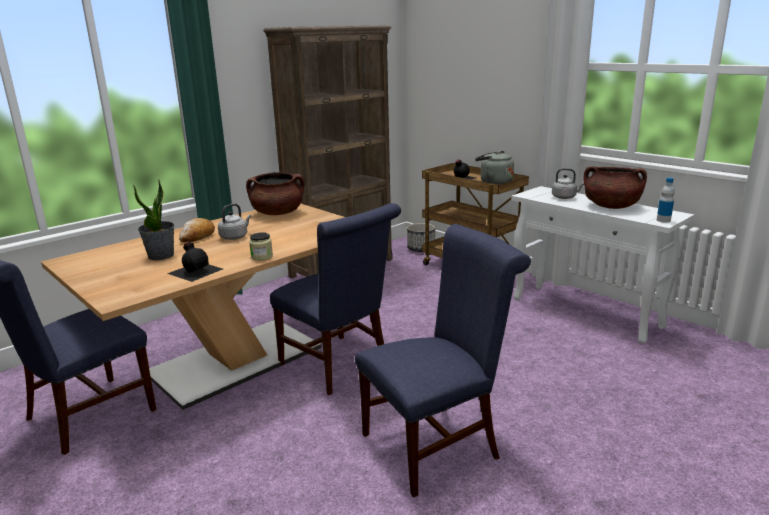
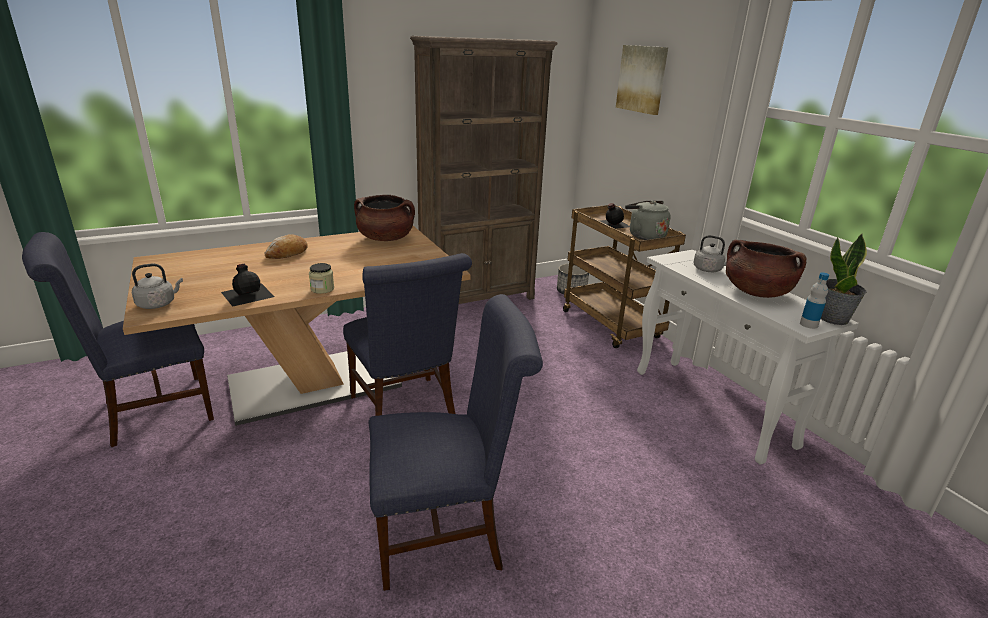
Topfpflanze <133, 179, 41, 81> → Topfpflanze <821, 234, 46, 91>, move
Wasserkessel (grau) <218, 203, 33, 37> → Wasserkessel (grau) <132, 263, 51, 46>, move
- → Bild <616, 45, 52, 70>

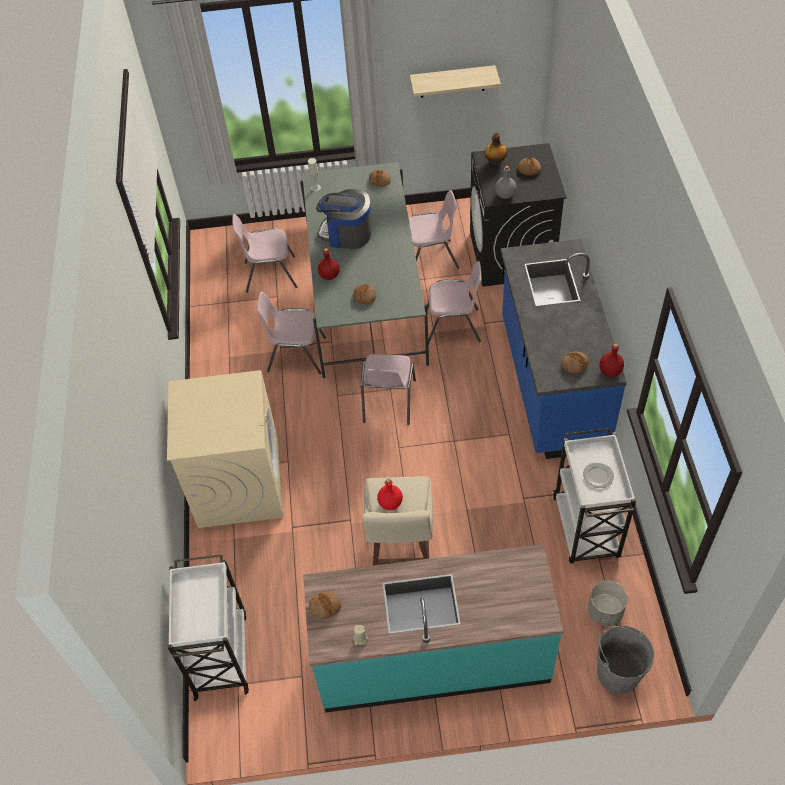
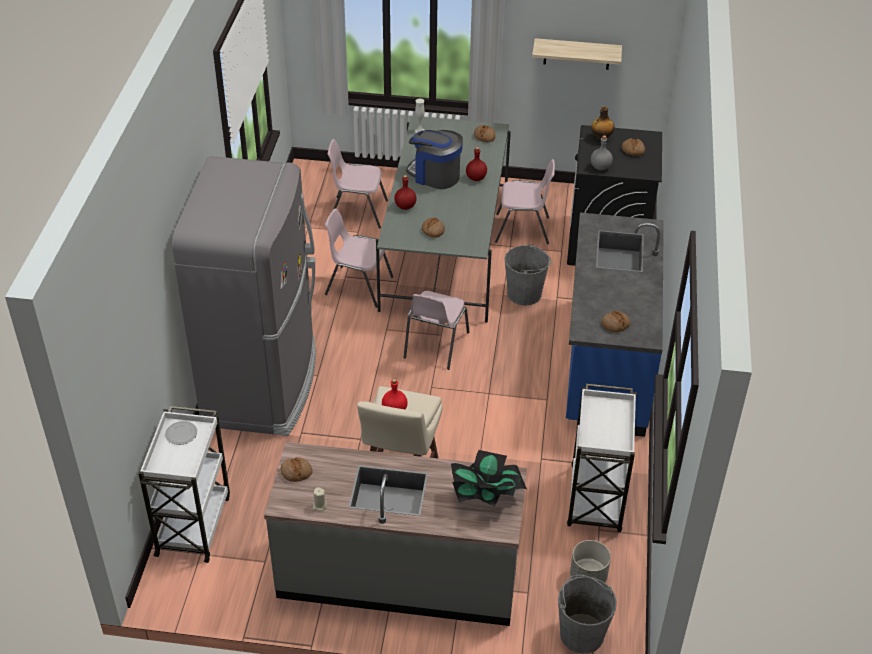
Stuhl (rosa) <427, 261, 55, 84> → Eimer (grau) <505, 244, 46, 62>
Flasche (rot) <600, 343, 24, 34> → Flasche (rot) <466, 147, 21, 34>, move
Waschmaschine (beige) <167, 370, 116, 158> → Kühlschrank (grau) <172, 156, 144, 280>
Teller <583, 462, 31, 26> → Teller <165, 421, 32, 24>, move
Küchenzeile (türkis) <303, 544, 261, 169> → Küchenzeile (grau) <264, 442, 263, 184>
- → Topfpflanze <451, 450, 76, 57>

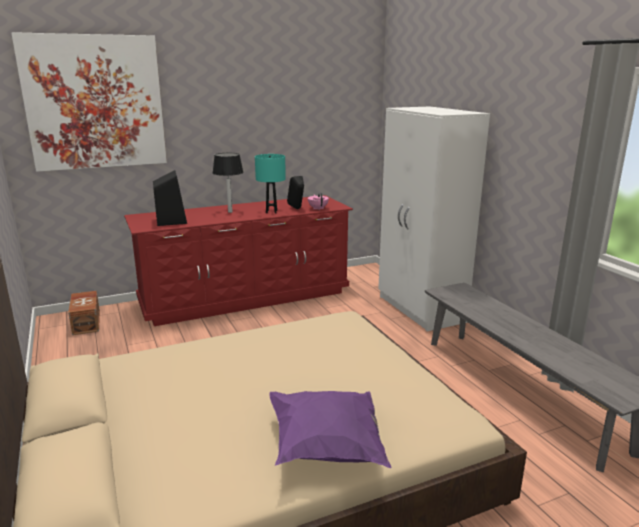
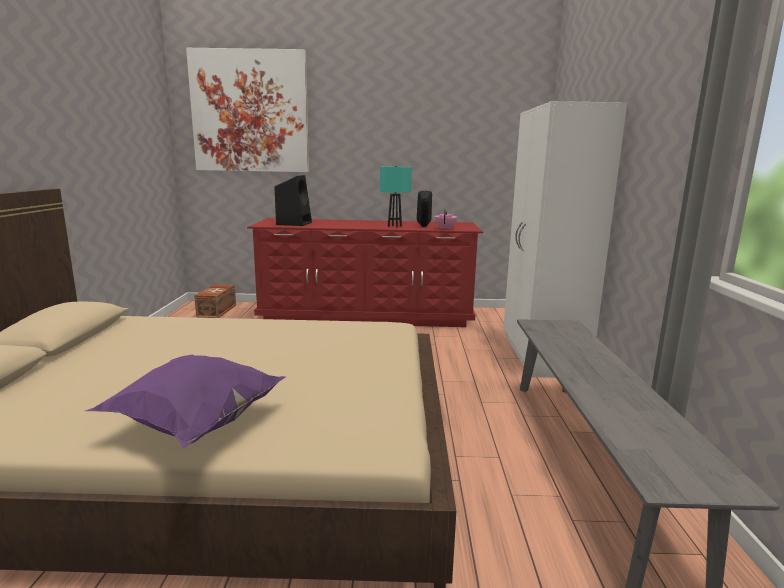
Tischlampe <213, 153, 31, 60> → -

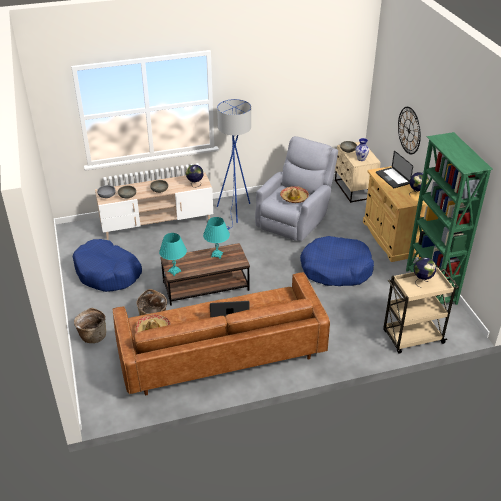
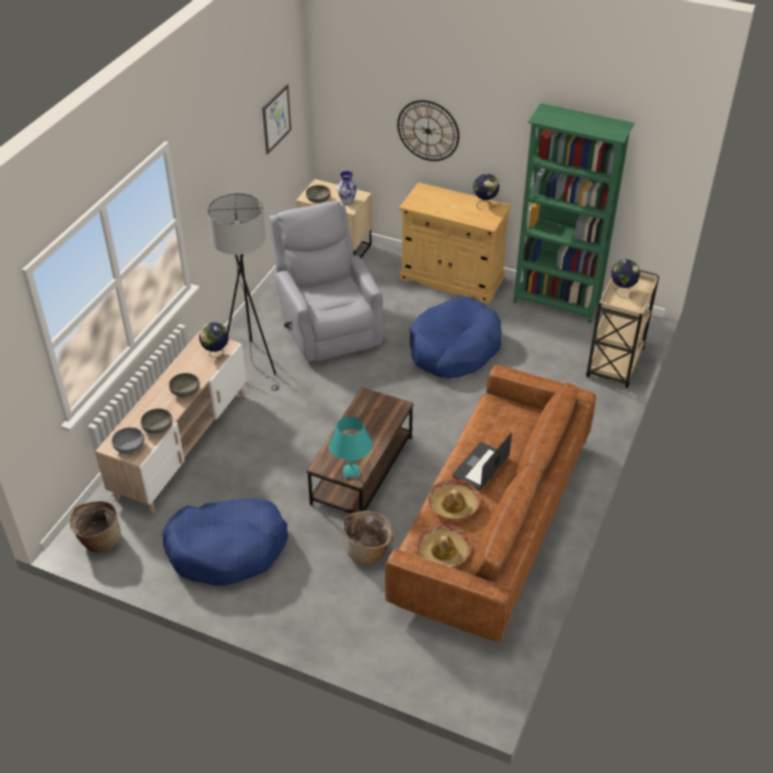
Stehlampe (blau) <217, 99, 34, 131> → Stehlampe (grau) <208, 193, 71, 198>
Laptop <376, 151, 37, 37> → -
Hut <280, 186, 29, 17> → Hut <428, 479, 53, 40>, move
Tischlampe (türkis) <203, 217, 27, 42> → -
Korb <74, 308, 32, 35> → Korb <69, 501, 52, 52>, move
- → Bild <262, 84, 29, 71>

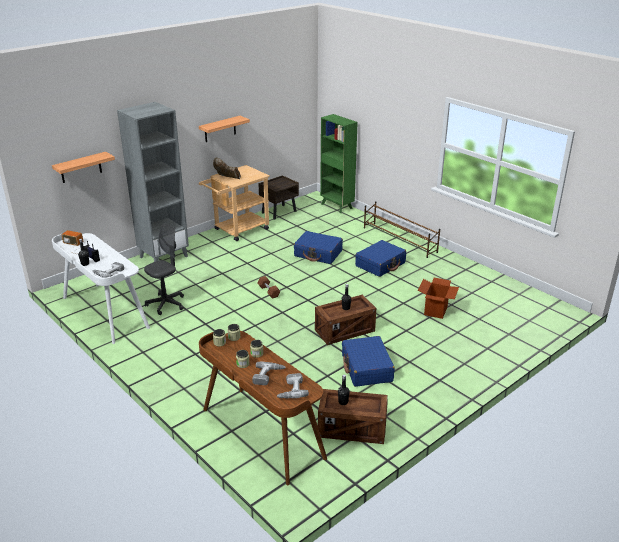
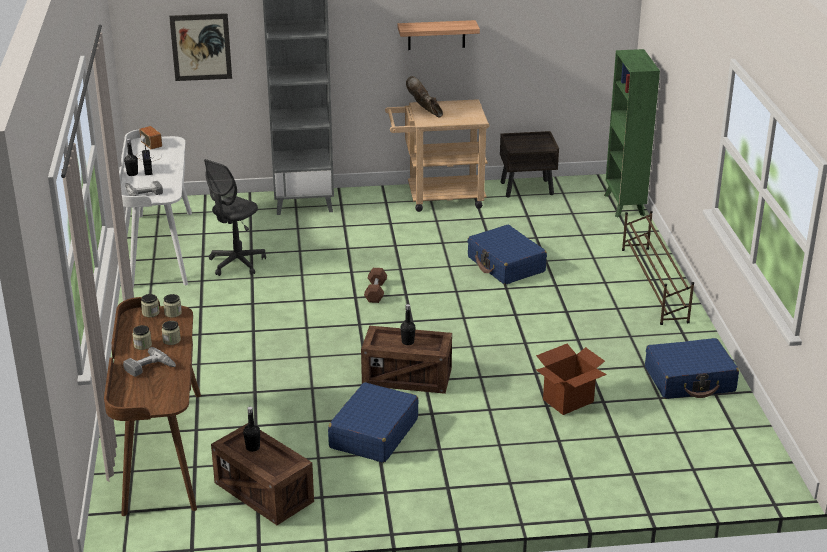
Wandregal <52, 152, 63, 31> → Bild <169, 13, 63, 68>
Bürostuhl (grau) <144, 223, 40, 92> → Bürostuhl (grau) <204, 159, 62, 117>, 135 degrees clockwise
Koffer (blau) <355, 240, 51, 37> → Koffer (blau) <645, 338, 94, 61>, move
Bohrmaschine <276, 373, 33, 25> → -

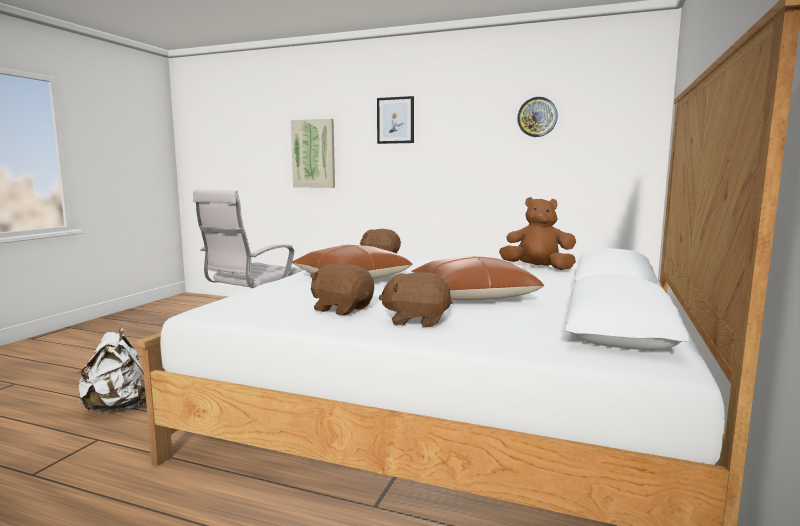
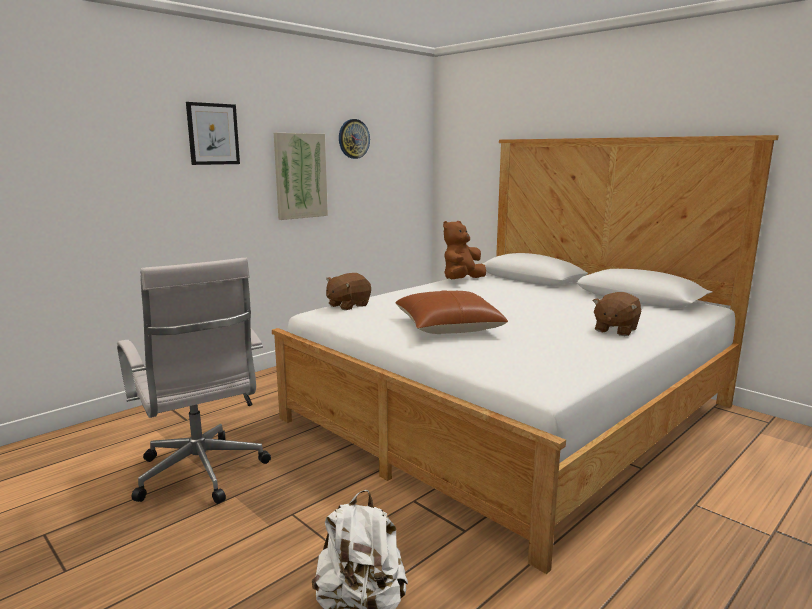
Bild <291, 119, 44, 69> → Bild <274, 133, 54, 87>, move
Kissen (braun) <412, 256, 132, 45> → -
Plüschtier (braun) <310, 264, 64, 52> → -

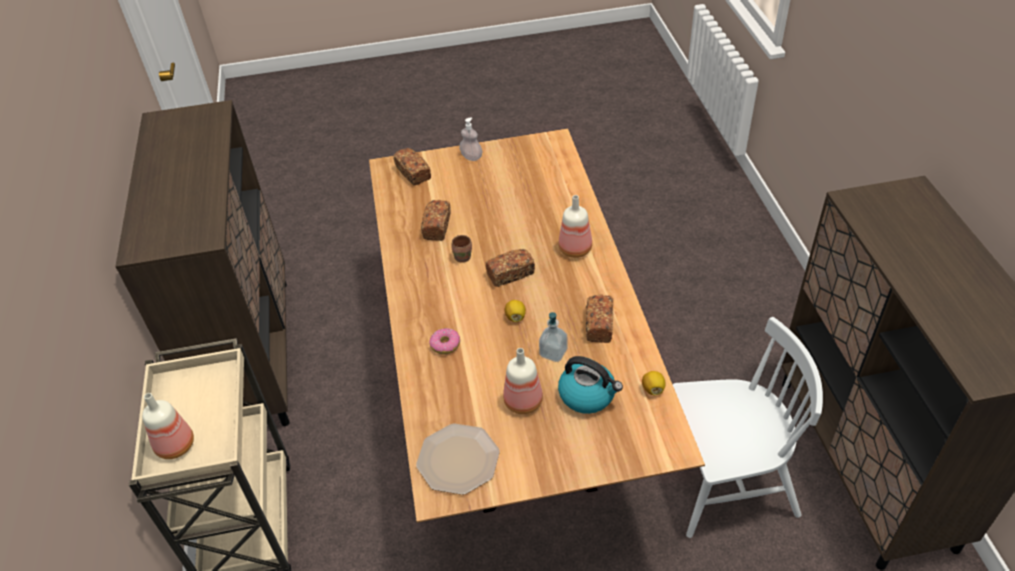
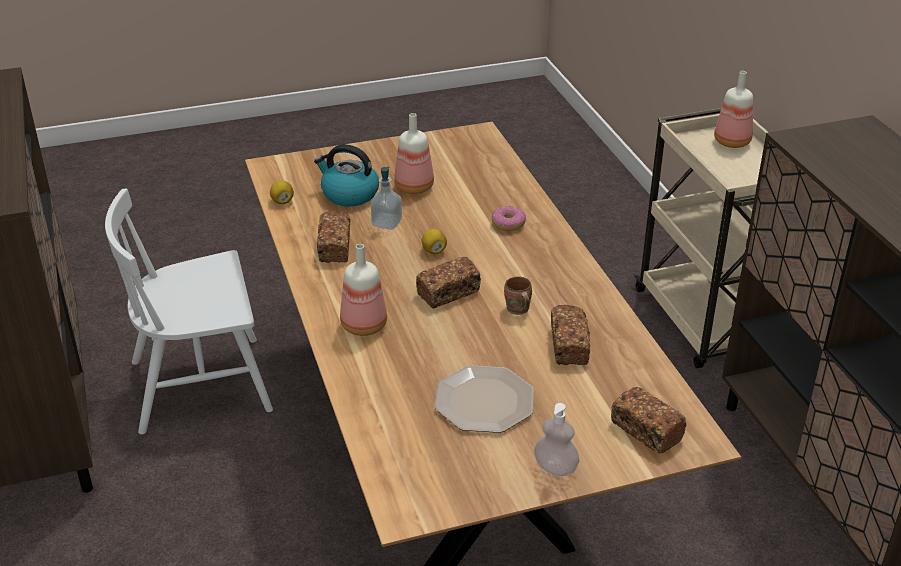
Teller <416, 423, 84, 72> → Teller <434, 365, 100, 68>, move

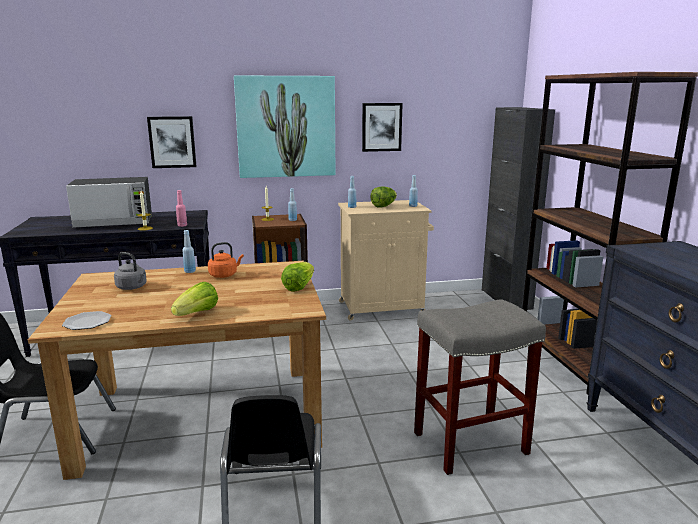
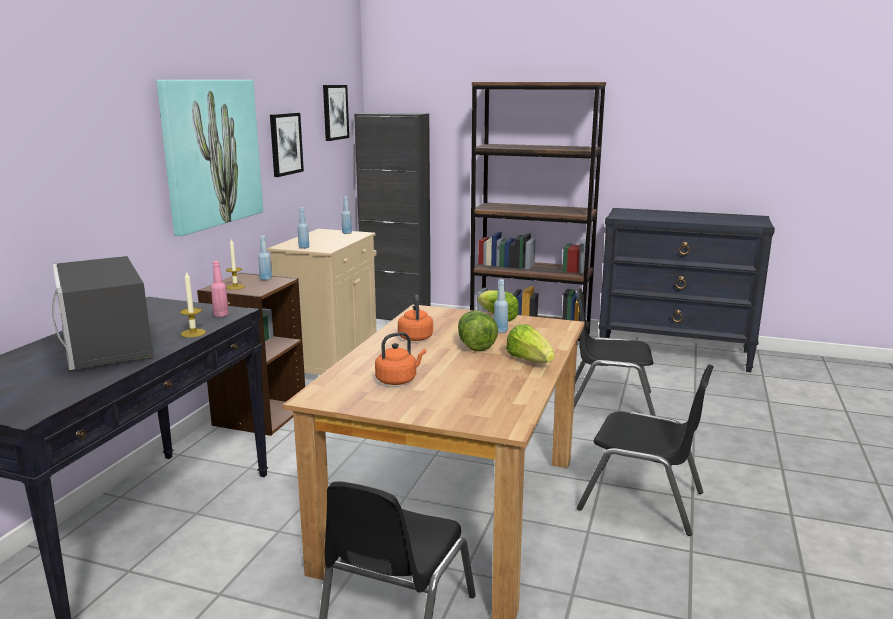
Bild <147, 116, 50, 52> → Bild <323, 85, 26, 56>, move
Mikrowelle <66, 177, 86, 51> → Mikrowelle <52, 256, 101, 114>, 135 degrees clockwise
Salatkopf <370, 186, 27, 22> → Salatkopf <458, 311, 40, 40>, move
Flasche (blau) <182, 230, 14, 43> → Flasche (blau) <494, 279, 14, 54>, move
Wasserkessel (grau) <114, 252, 33, 38> → Wasserkessel (orange) <375, 332, 51, 53>
Hocker (grau) <414, 299, 132, 176> → Stuhl (schwarz) <574, 288, 82, 128>
Teller <62, 311, 50, 19> → -

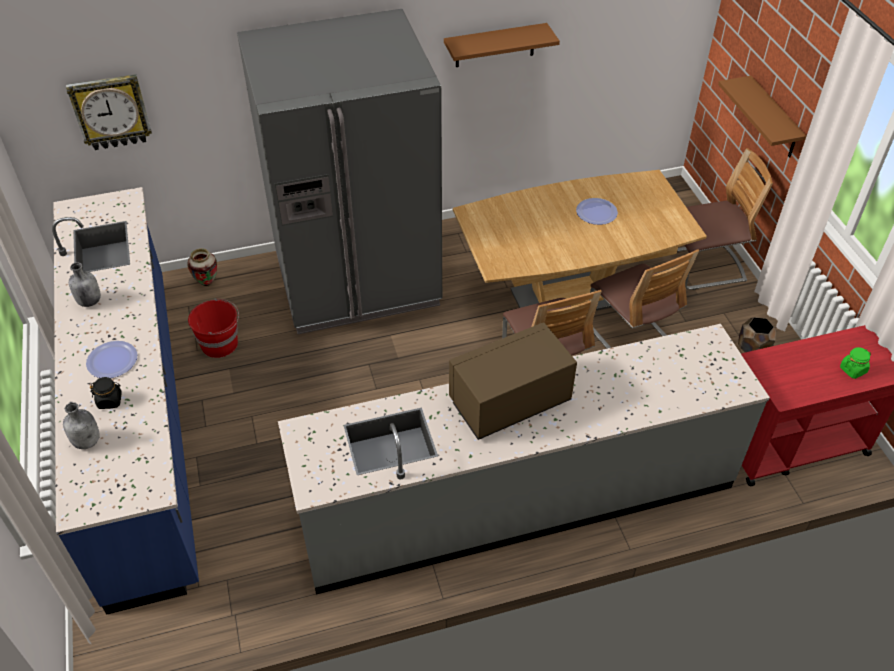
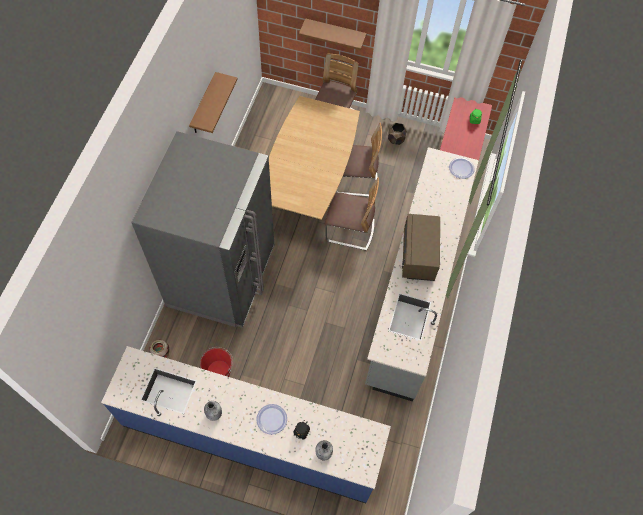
Wanduhr <66, 74, 86, 76> → -
Teller <576, 198, 42, 27> → Teller <449, 158, 26, 21>, move

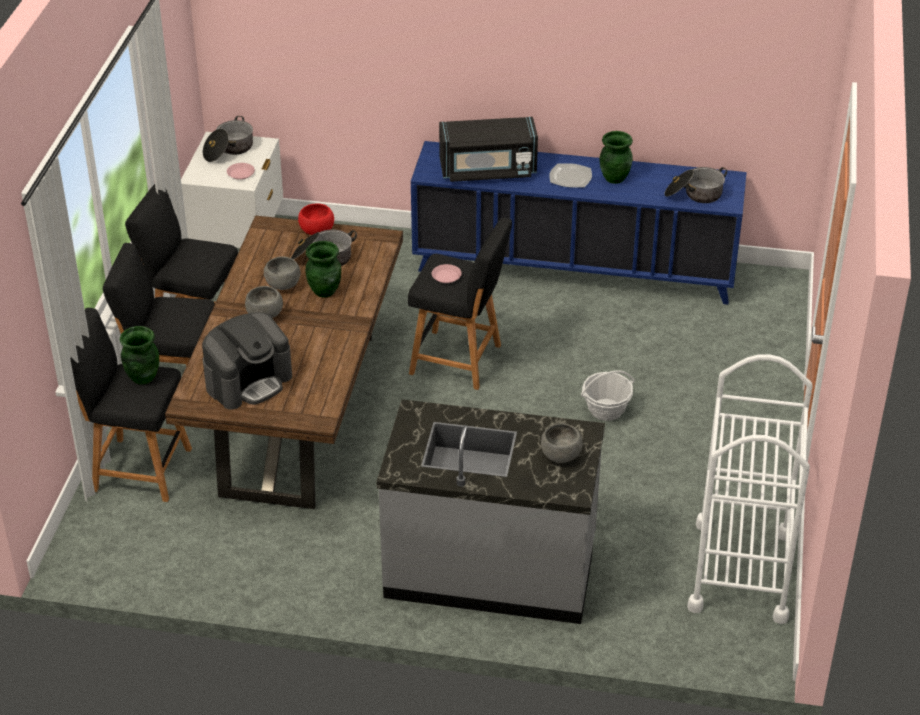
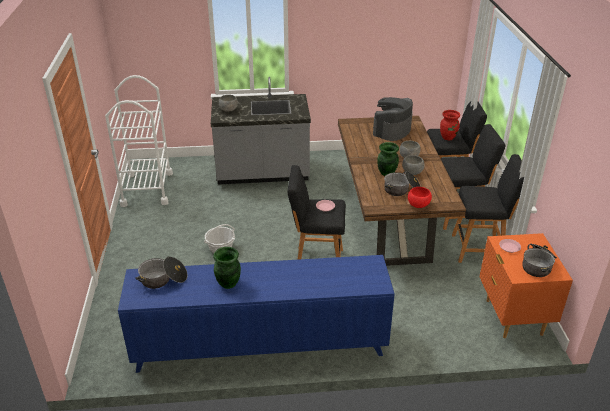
Mikrowelle (schwarz) <439, 117, 99, 65> → -
Nachttisch (weiß) <181, 132, 102, 116> → Nachttisch (orange) <480, 233, 93, 105>
Teller <549, 163, 43, 25> → -
Vase (grün) <120, 326, 39, 58> → Vase (rot) <440, 110, 20, 30>

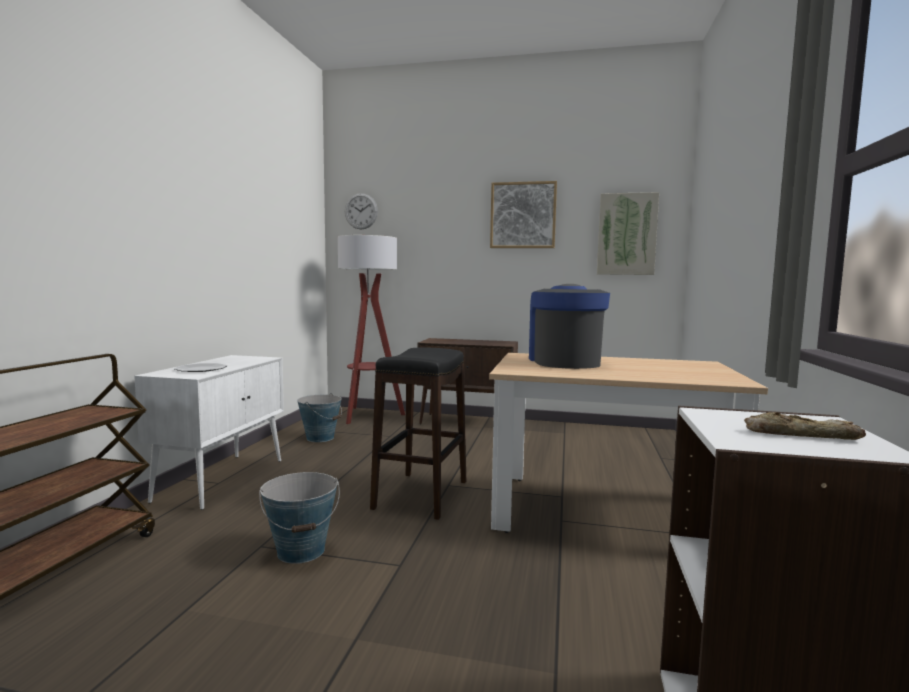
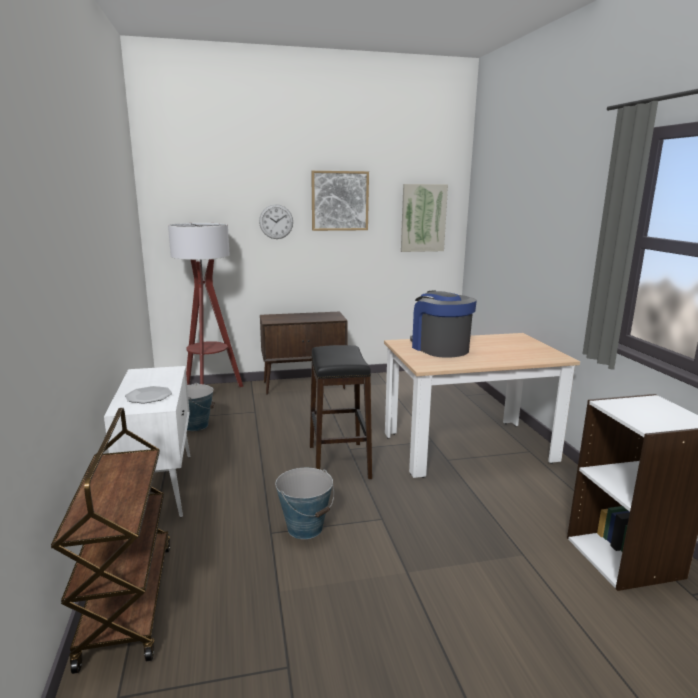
Wanduhr <345, 193, 33, 37> → Wanduhr <259, 204, 34, 35>, move
Brot <744, 412, 122, 28> → -

